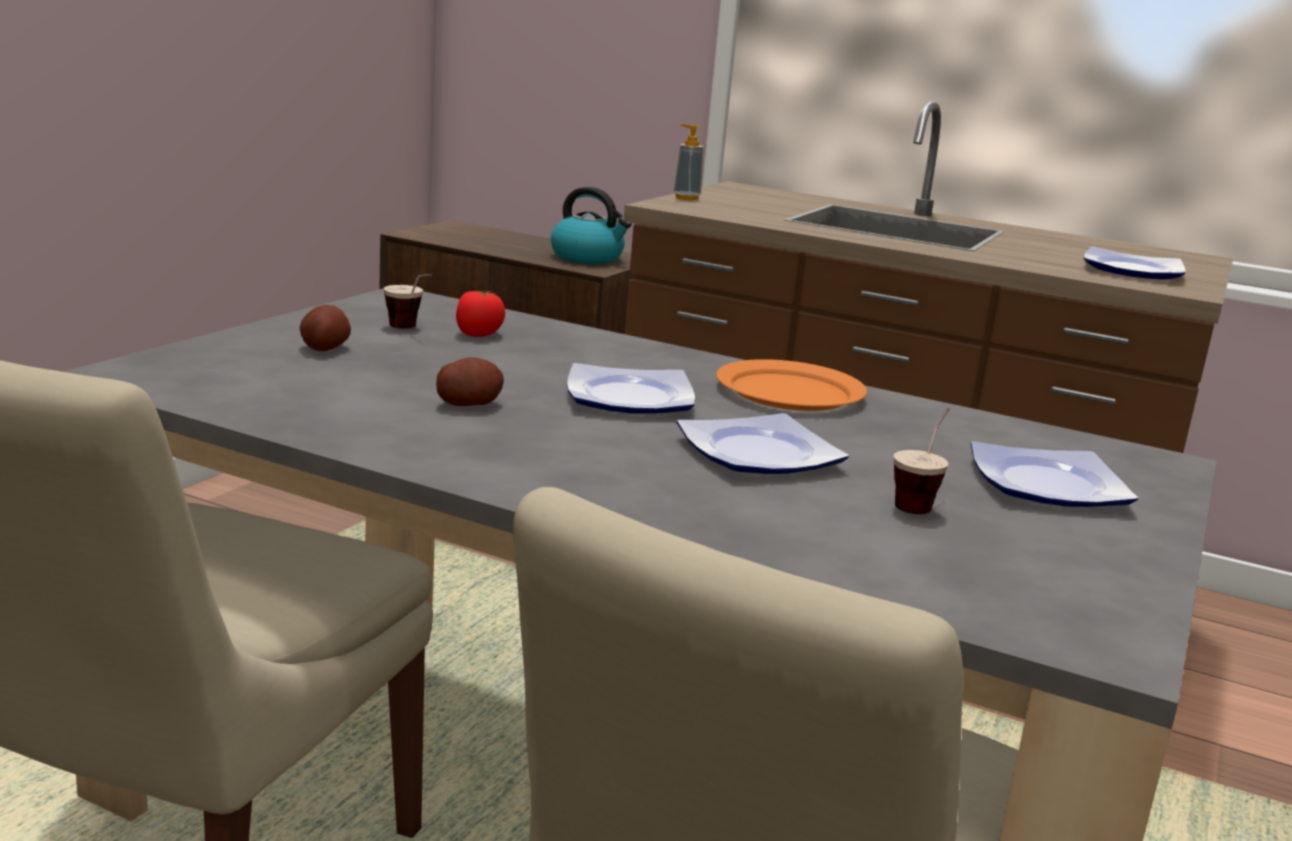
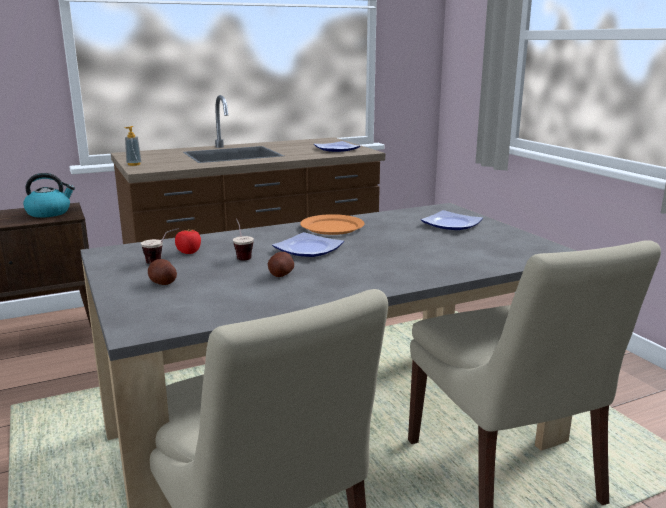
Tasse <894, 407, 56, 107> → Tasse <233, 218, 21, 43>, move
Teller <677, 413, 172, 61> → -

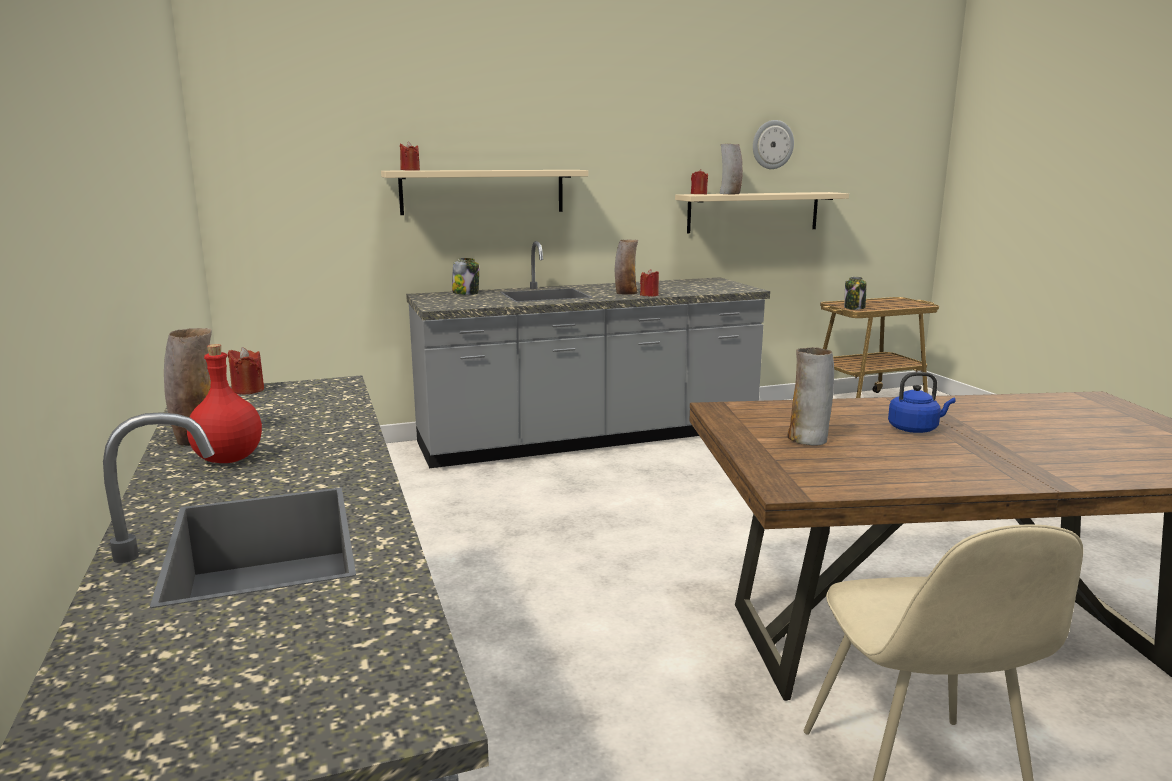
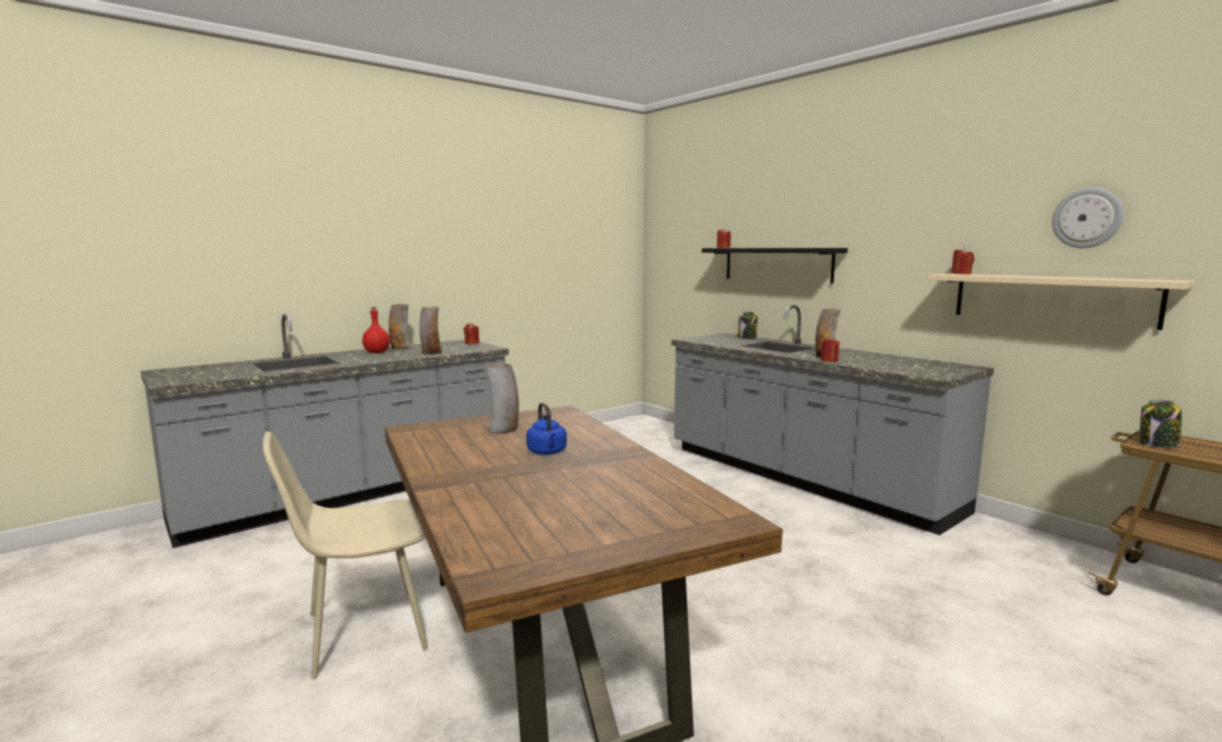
Vase <719, 144, 24, 51> → Vase <419, 307, 23, 47>, move
Wandregal (beige) <381, 170, 207, 45> → Wandregal (schwarz) <702, 248, 146, 35>

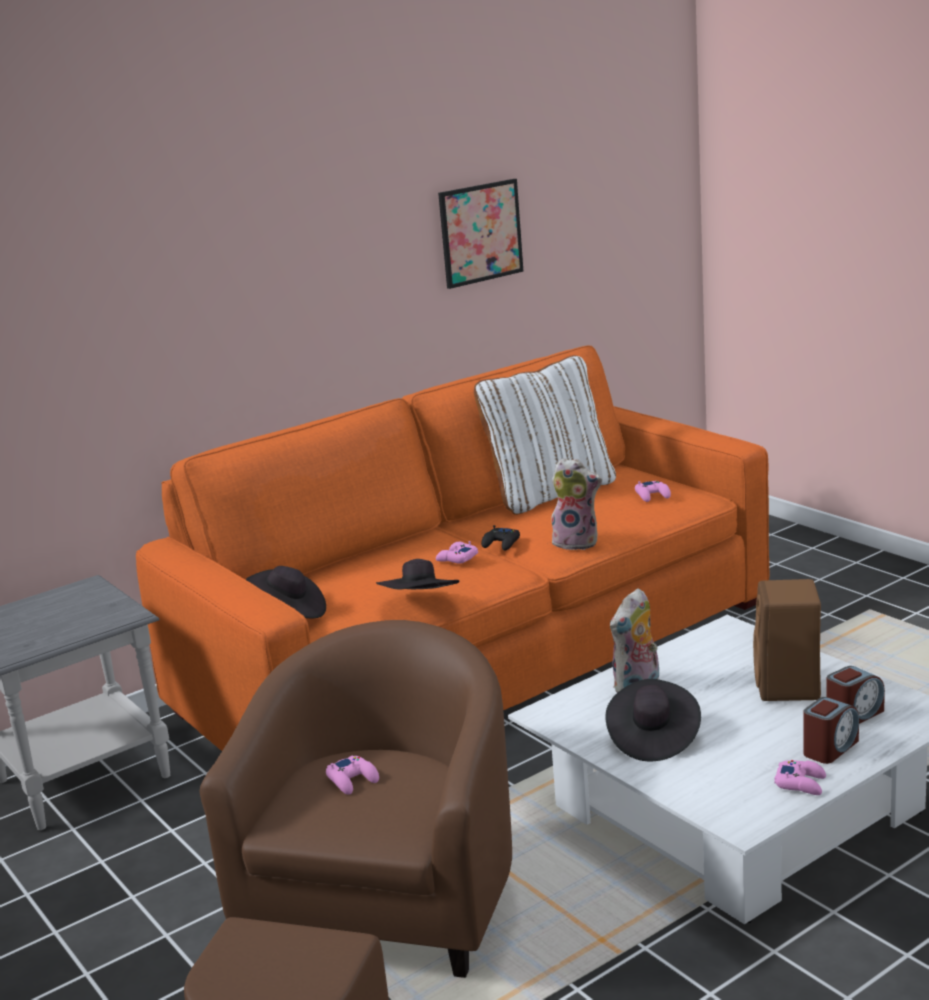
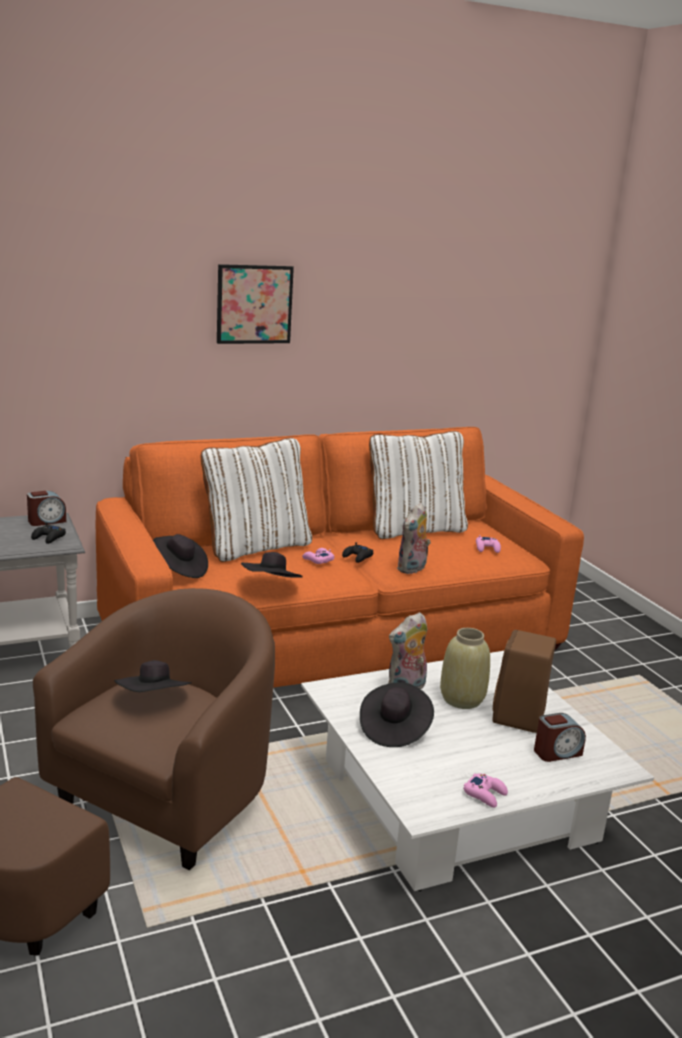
Bild <438, 179, 85, 110> → Bild <217, 264, 77, 80>, move
Plüschtier <551, 458, 51, 92> → Plüschtier <397, 503, 34, 71>, 90 degrees clockwise
Wecker <803, 697, 56, 67> → Wecker <27, 491, 39, 35>, move
Gamepad (rosa) <326, 755, 53, 40> → Hut (schwarz) <114, 660, 78, 32>
- → Kissen (weiß) <201, 437, 111, 125>
- → Gamepad (schwarz) <31, 523, 35, 21>
- → Vase (beige) <440, 628, 50, 81>

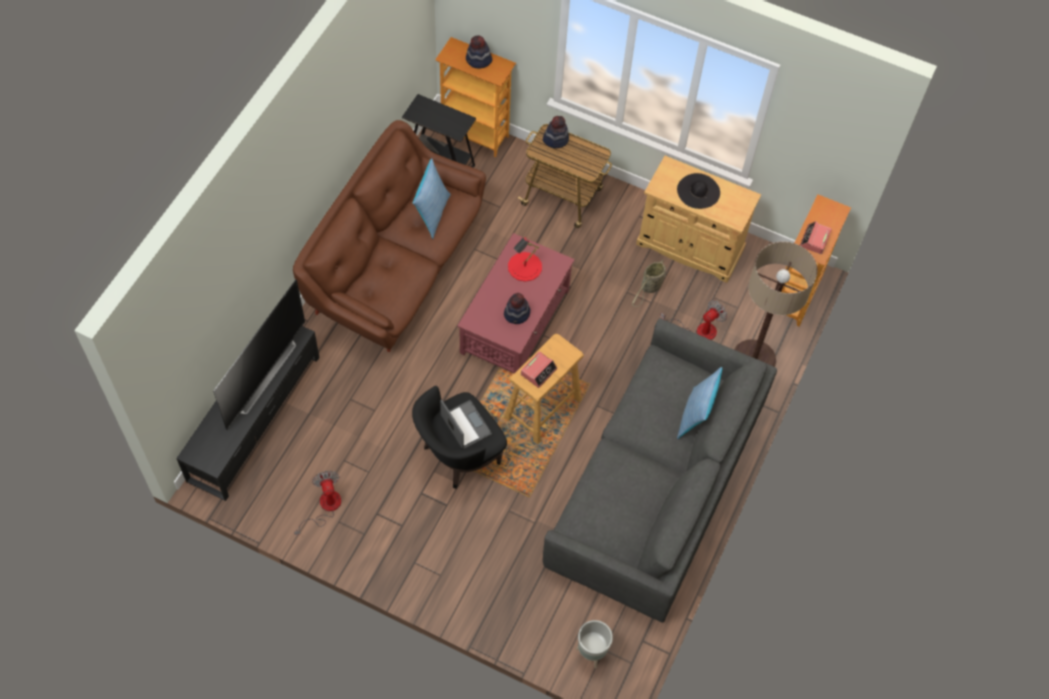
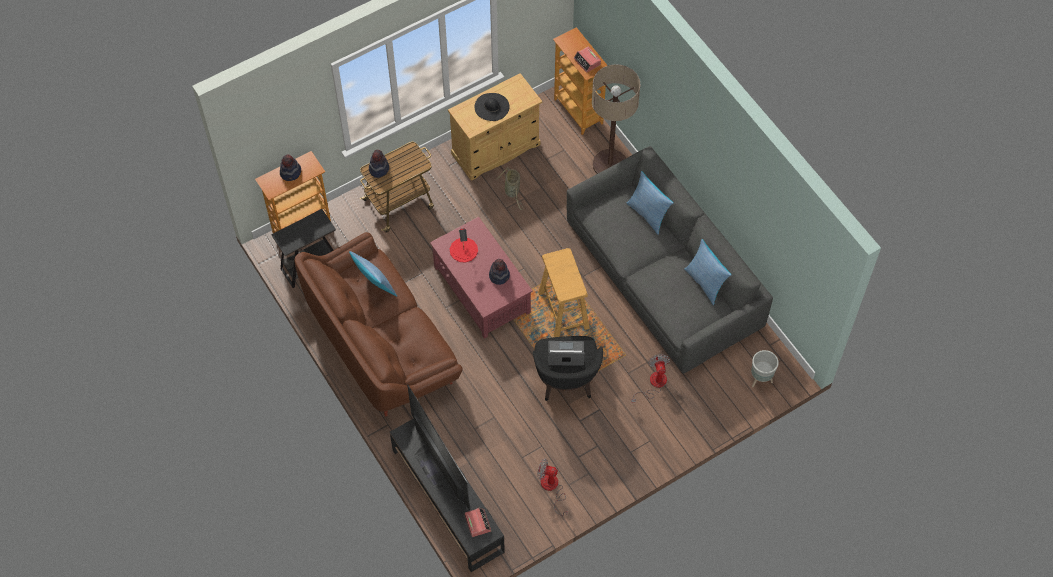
Ventilator <660, 300, 67, 40> → Ventilator <631, 354, 39, 49>, move
Wecker <521, 351, 36, 37> → Wecker <465, 508, 26, 29>, move
- → Kissen <684, 239, 48, 66>

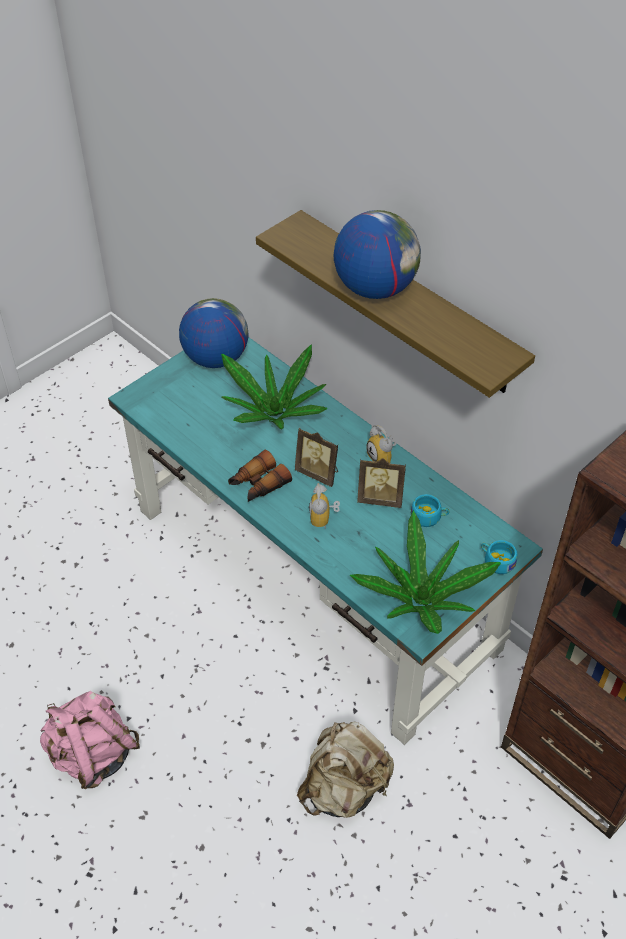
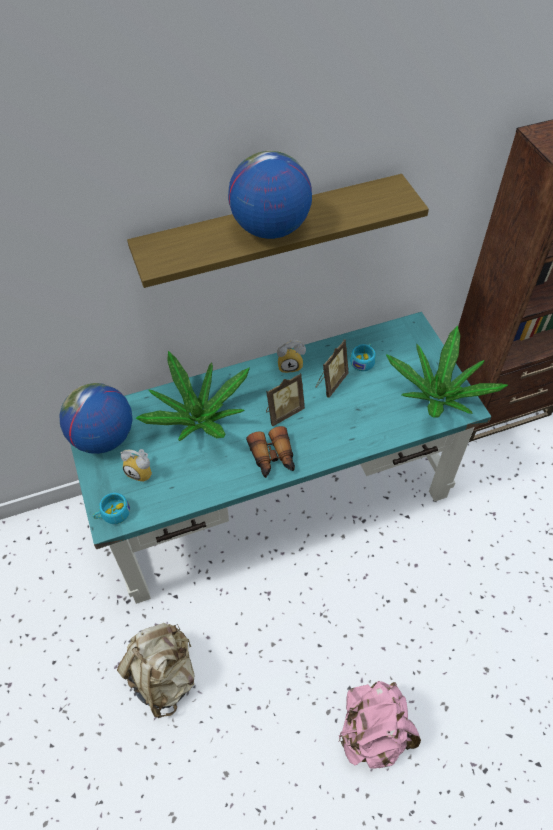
Wecker <309, 483, 31, 46> → Wecker <121, 449, 31, 33>, move
Tasse (türkis) <481, 540, 36, 34> → Tasse (türkis) <93, 493, 37, 31>, move
Rucksack (beige) <297, 722, 97, 96> → Rucksack (beige) <117, 623, 78, 95>, move

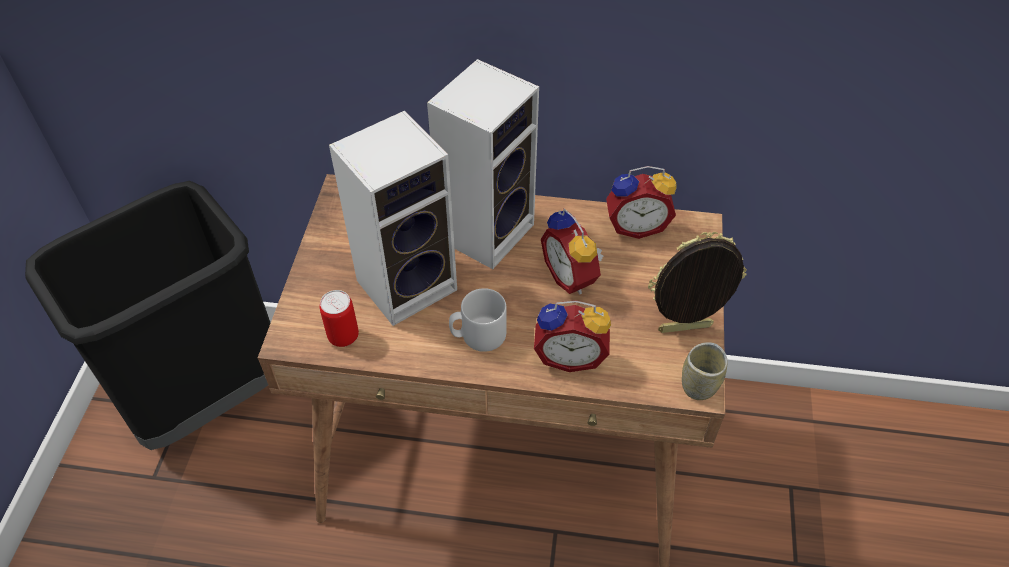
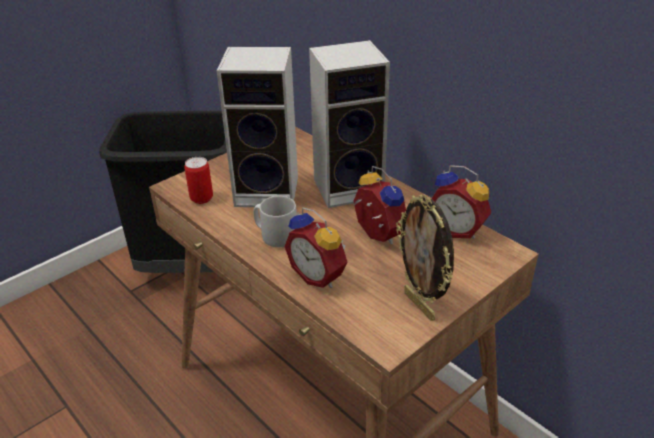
Wecker <541, 209, 62, 86> → Wecker <353, 166, 53, 78>, 135 degrees clockwise
Bilderrahmen <648, 232, 99, 101> → Bilderrahmen <396, 194, 58, 127>, 150 degrees counterclockwise
Tasse <682, 342, 46, 58> → -

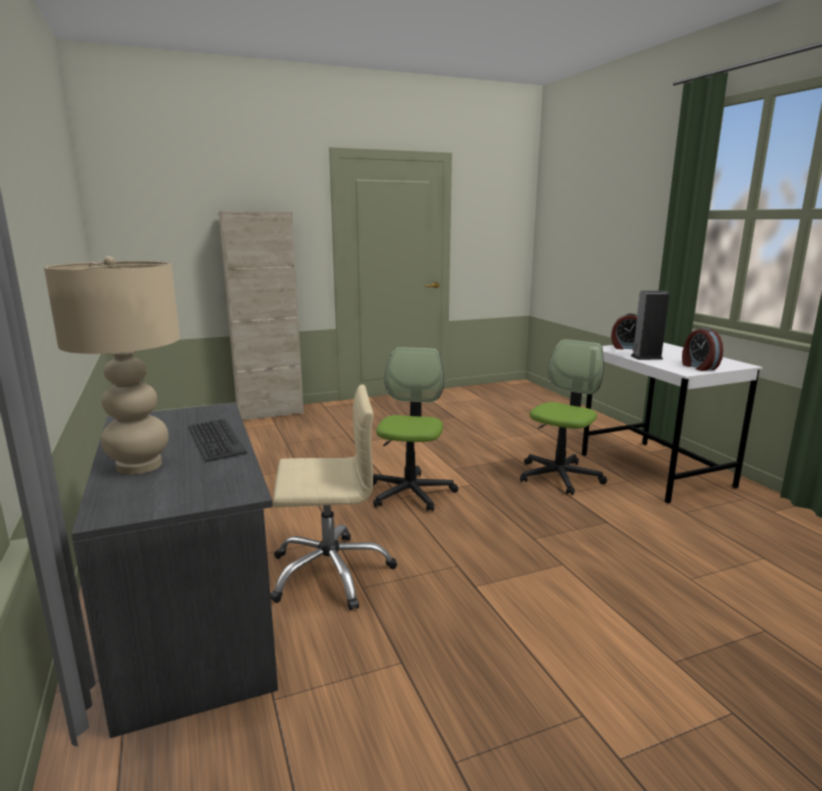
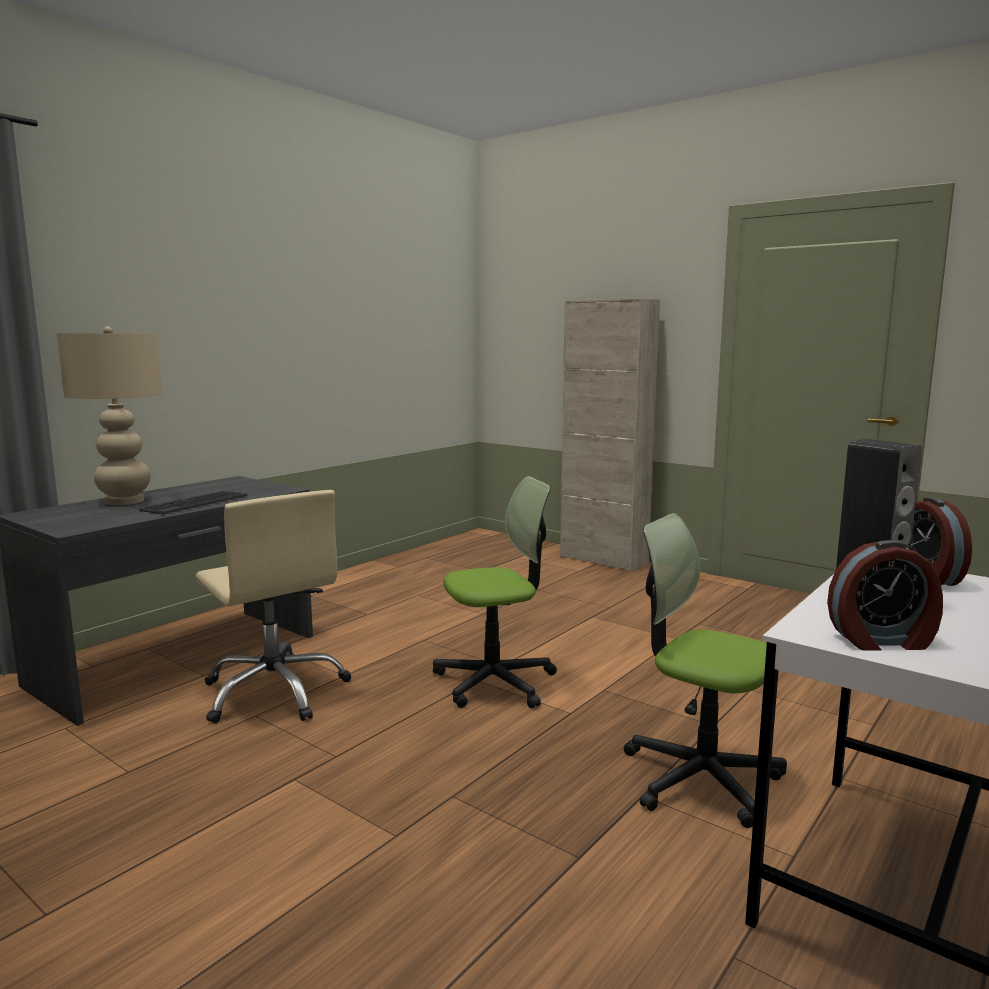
Wecker <682, 328, 41, 43> → Wecker <827, 540, 116, 111>, 135 degrees counterclockwise
Bürostuhl <520, 339, 87, 156> → Bürostuhl <624, 513, 163, 315>, 150 degrees counterclockwise

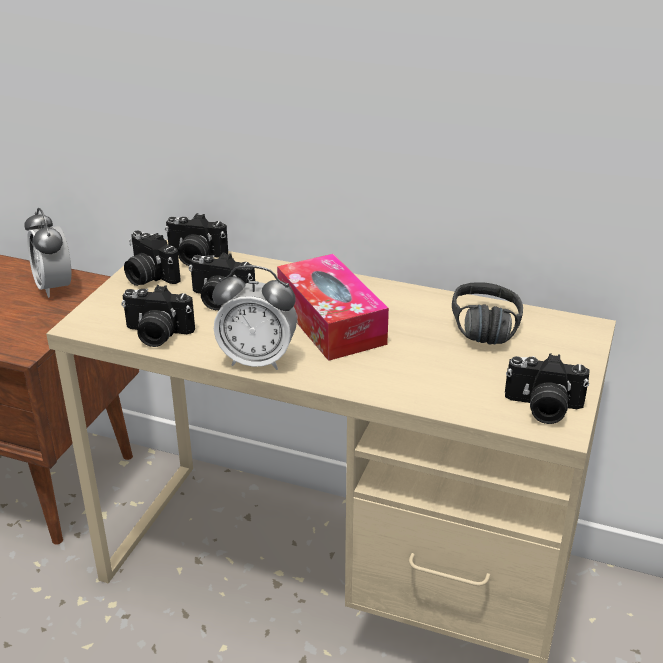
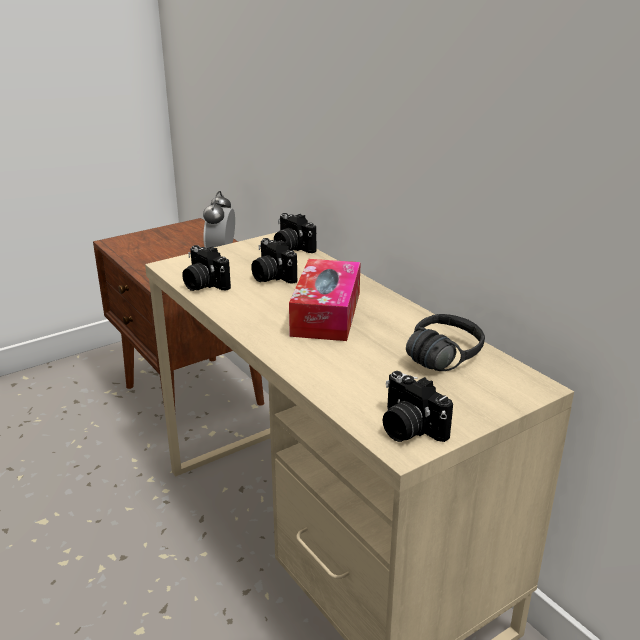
Kamera <124, 231, 57, 55> → -
Wecker <212, 265, 85, 105> → -

